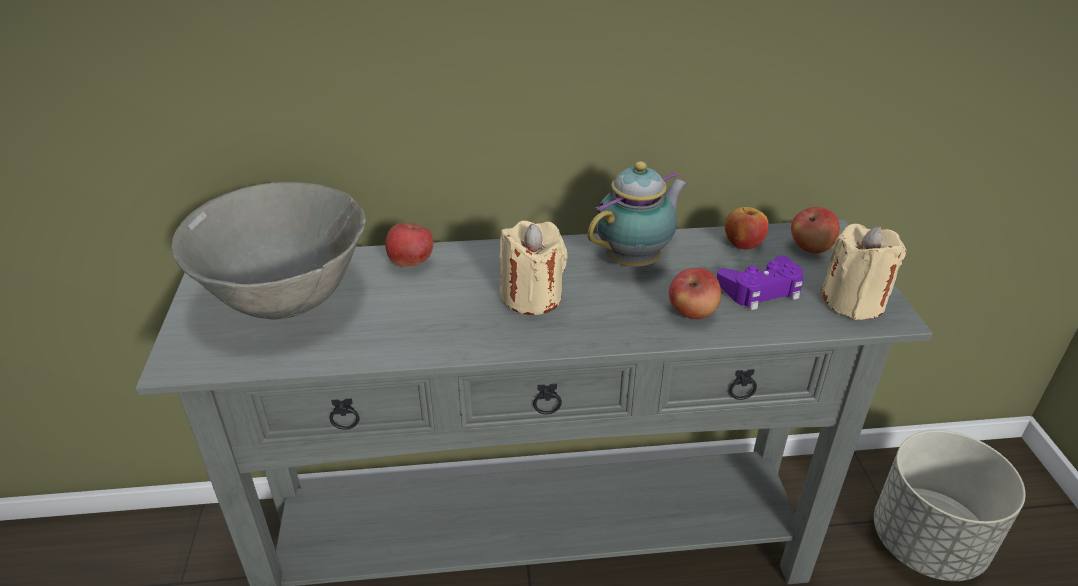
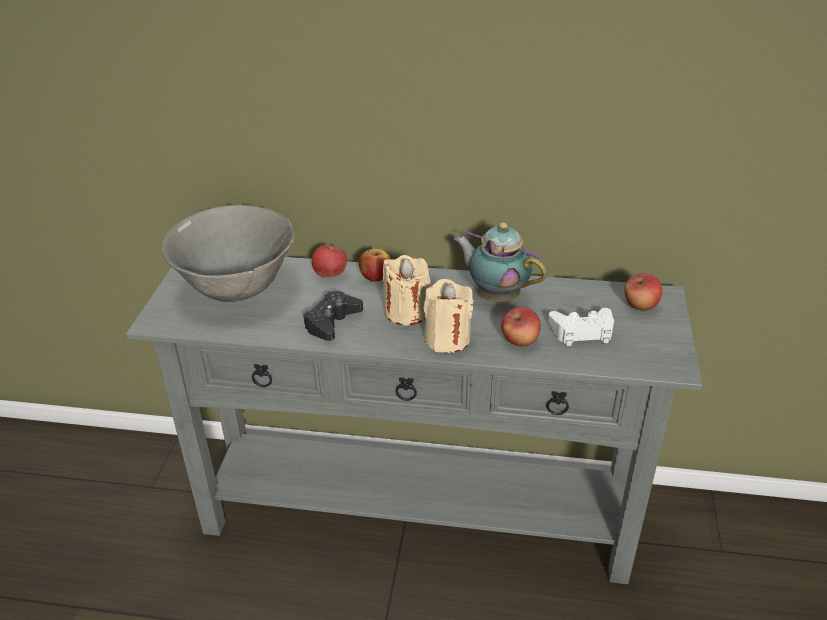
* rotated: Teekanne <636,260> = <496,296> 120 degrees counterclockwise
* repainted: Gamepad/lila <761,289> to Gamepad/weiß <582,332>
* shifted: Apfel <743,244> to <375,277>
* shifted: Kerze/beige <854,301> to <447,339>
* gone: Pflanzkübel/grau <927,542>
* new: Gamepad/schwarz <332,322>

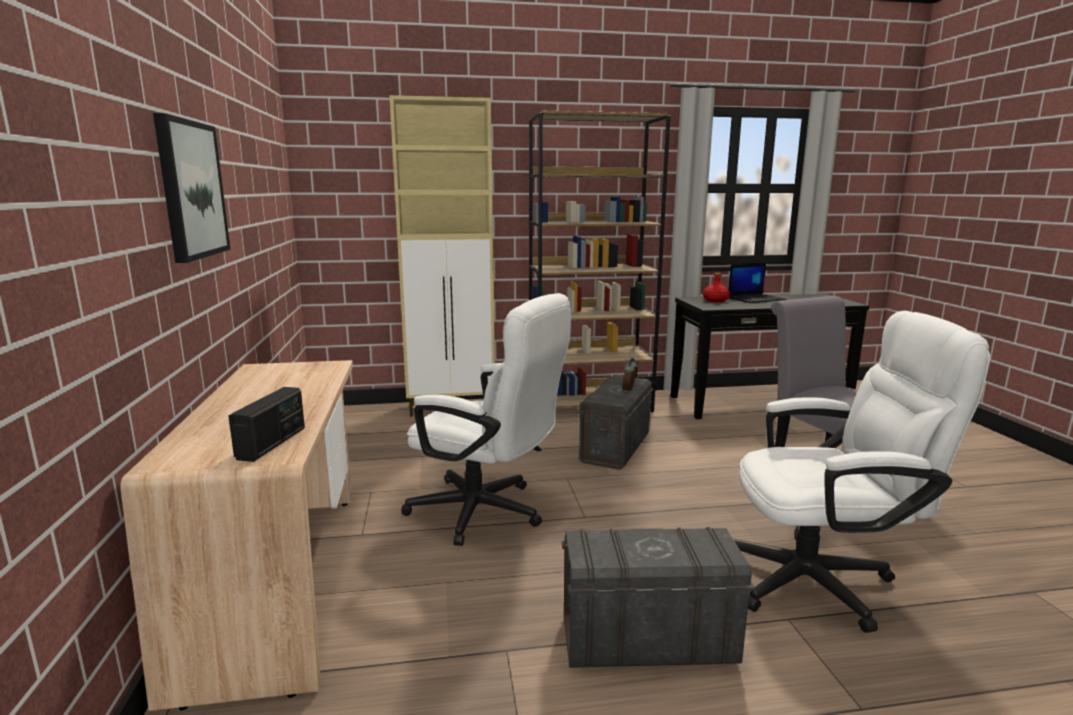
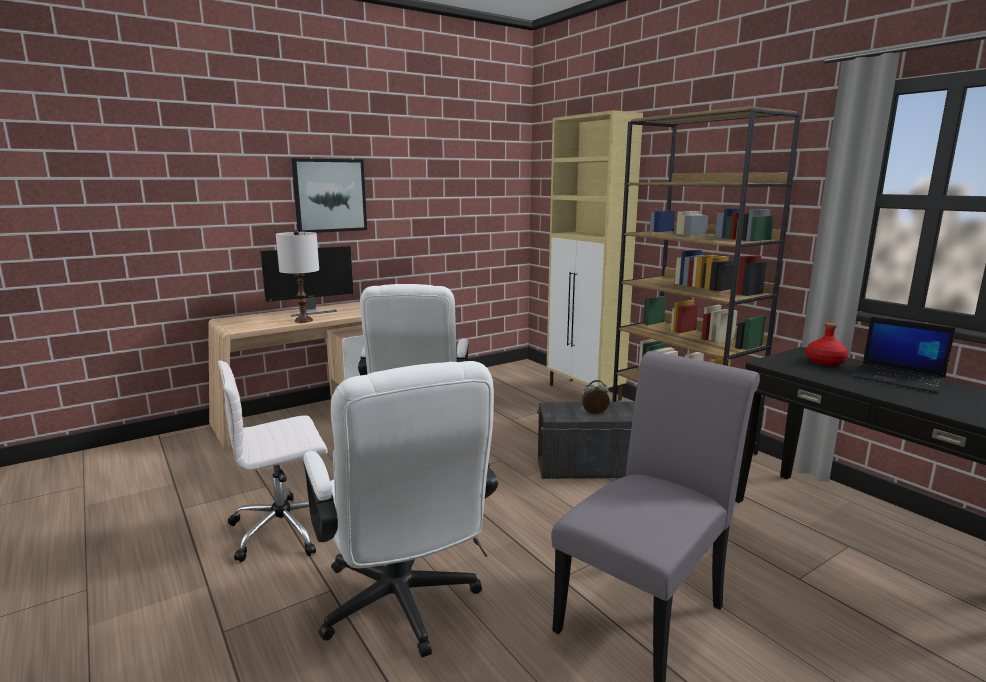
* gone: Radio <272,443>
* swapped: Aufbewahrungsbox/grau <646,641> to Bürostuhl/weiß <285,529>
* new: Monitor <311,312>
* new: Tischlampe/weiß <303,320>

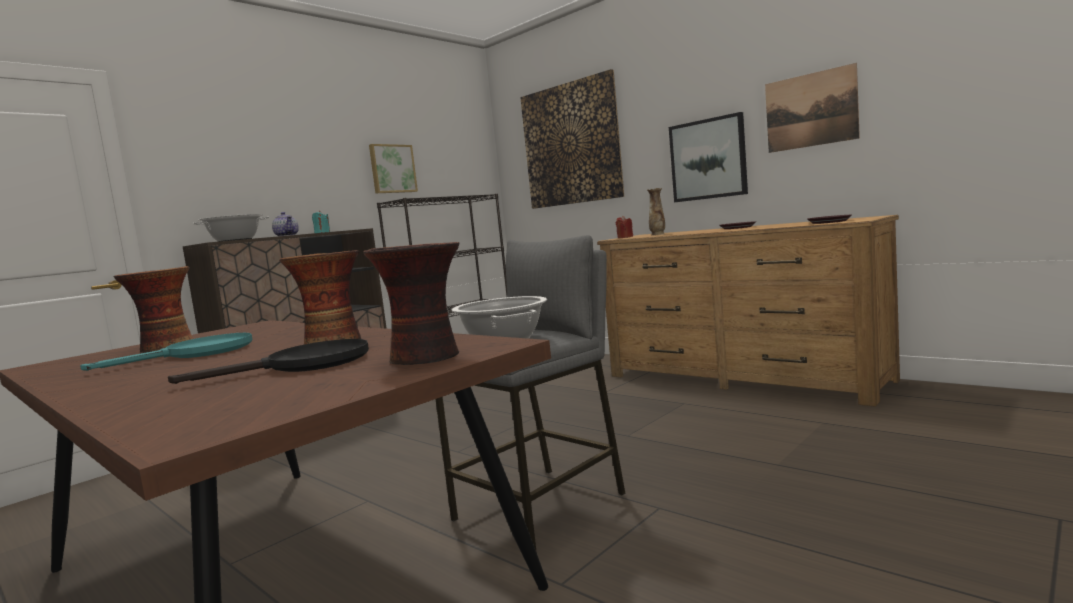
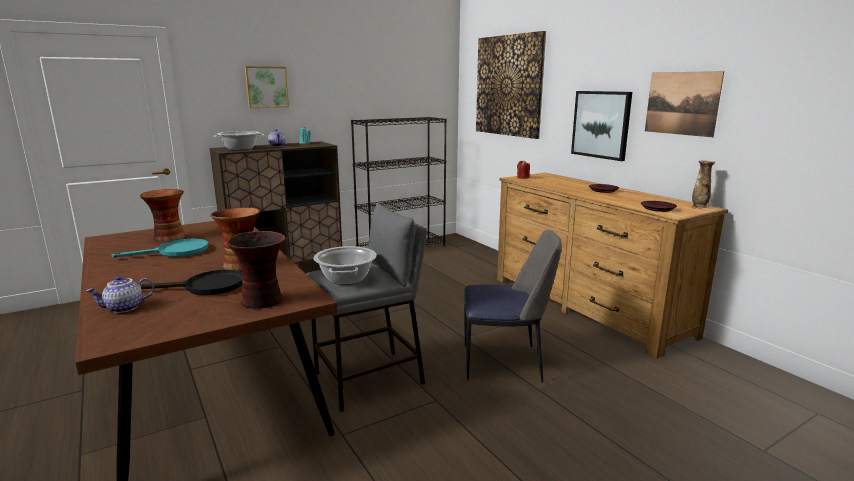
* shifted: Bild <392,169> to <266,87>
* shifted: Vase <657,234> to <699,206>
* new: Teekanne <124,308>
* new: Stuhl <505,363>

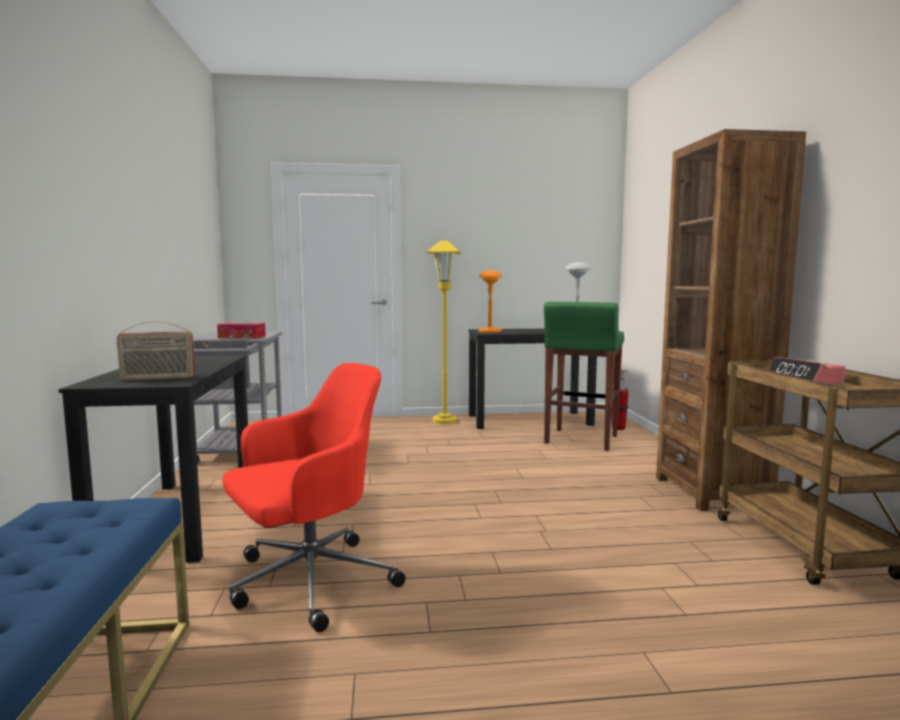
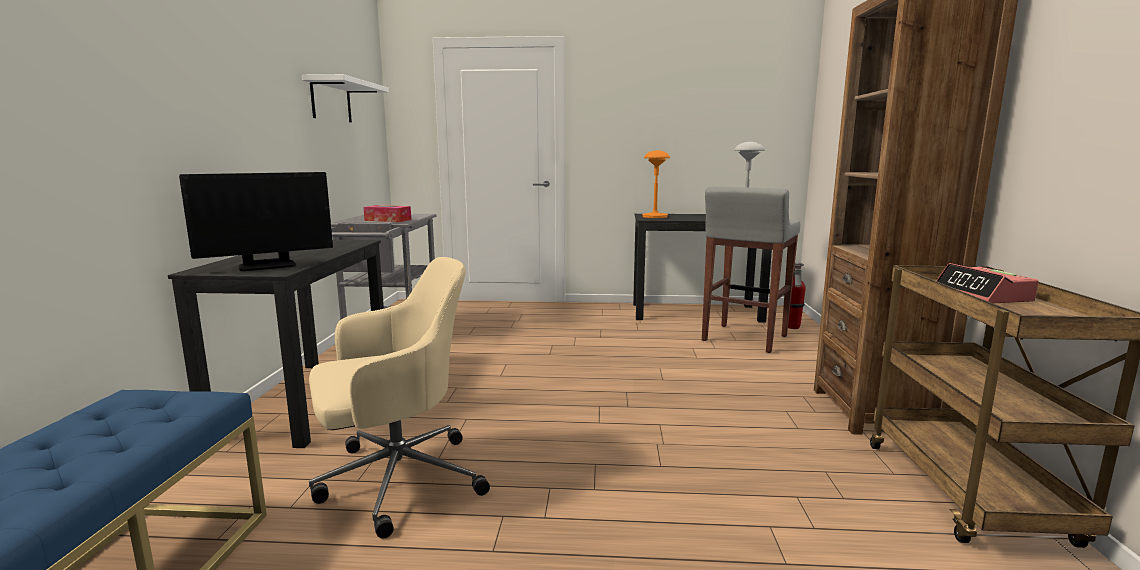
* swapped: Radio <158,378> to Monitor <267,266>
* repainted: Bürostuhl/rot <309,582> to Bürostuhl/beige <396,480>
* gone: Stehlampe/gelb <444,421>
* repainted: Hocker/grün <580,440> to Hocker/grau <743,339>
* new: Wandregal/weiß <331,101>

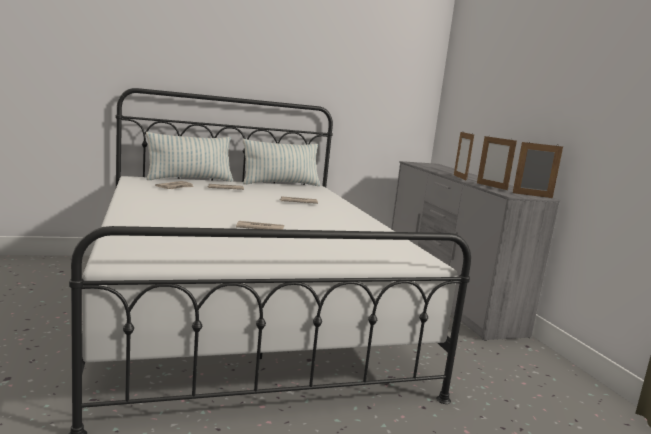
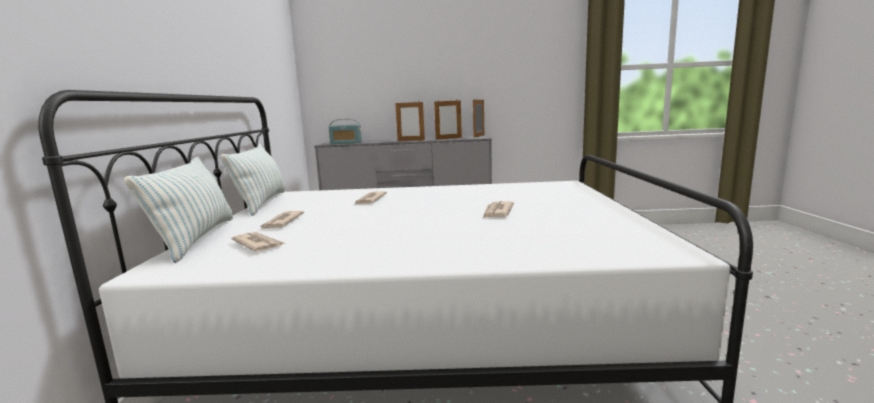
* new: Radio <346,143>

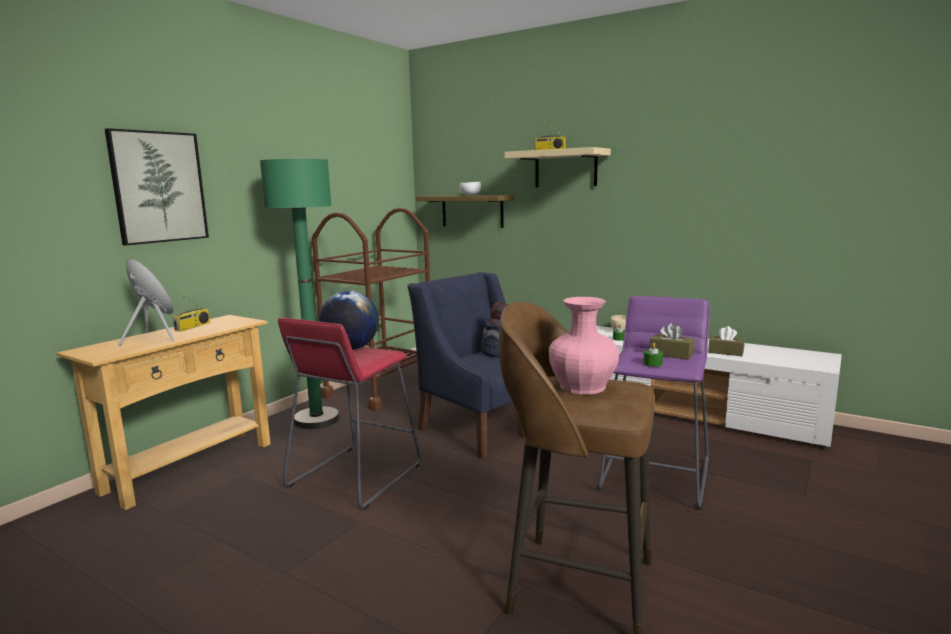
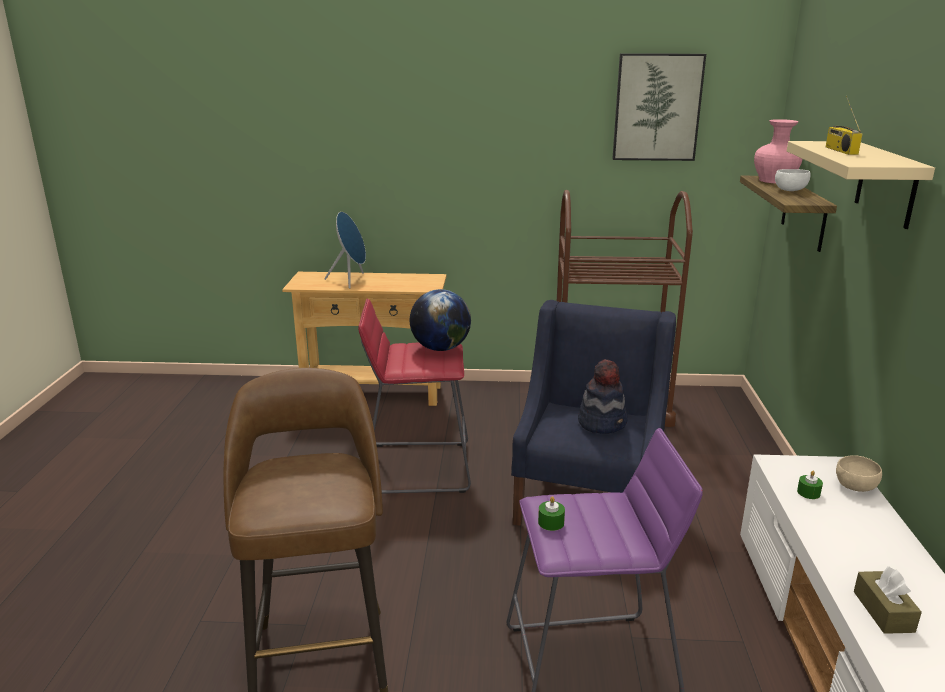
* shifted: Bild <158,187> to <657,107>
* gone: Radio <192,327>
* gone: Stehlampe/grün <316,419>
* shifted: Vase/rosa <581,386> to <774,180>
* gone: Taschentuchbox/braun <671,354>

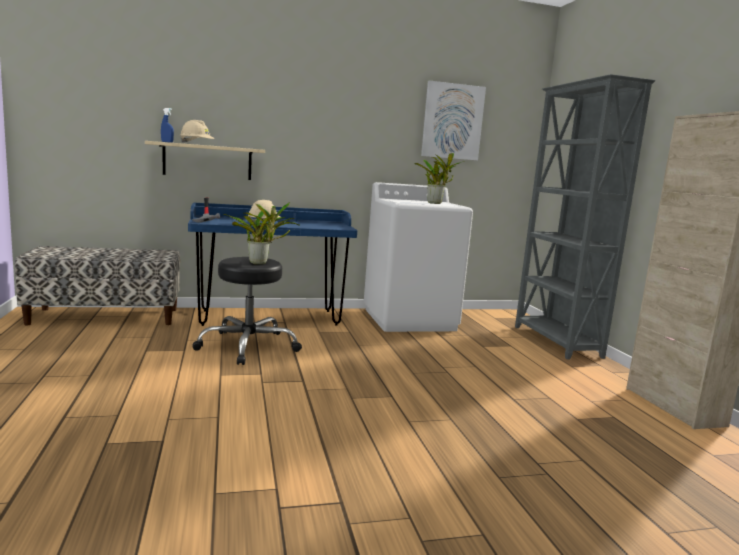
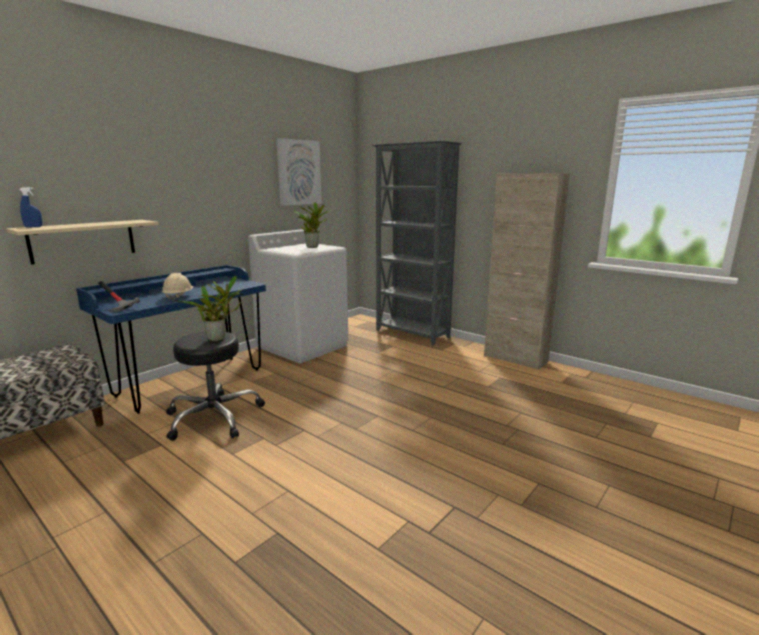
* gone: Schutzhelm/beige <196,144>

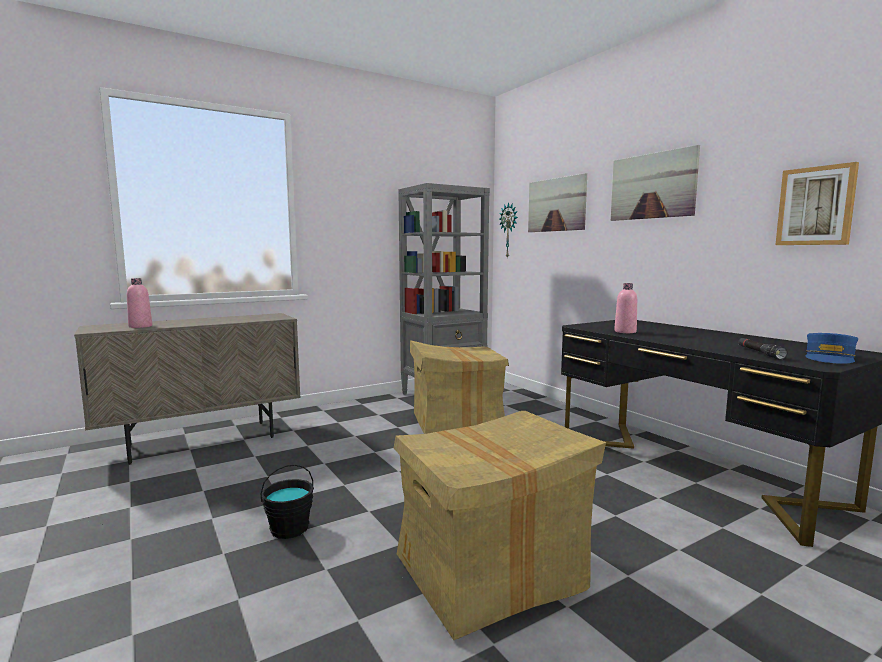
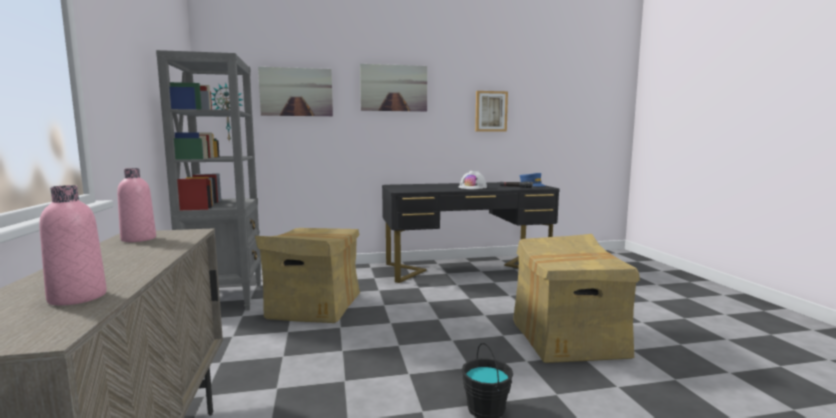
* shifted: Flasche/rosa <625,331> to <138,239>
* new: Schutzhelm/weiß <472,187>

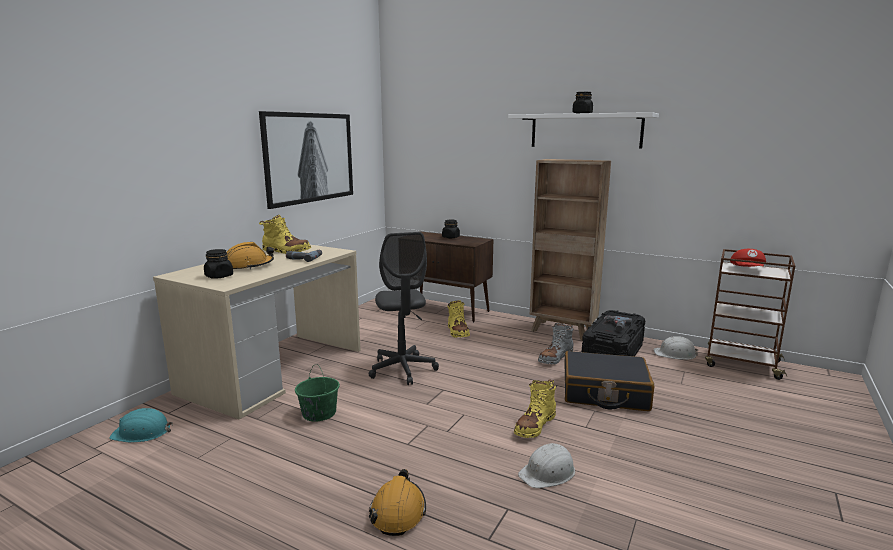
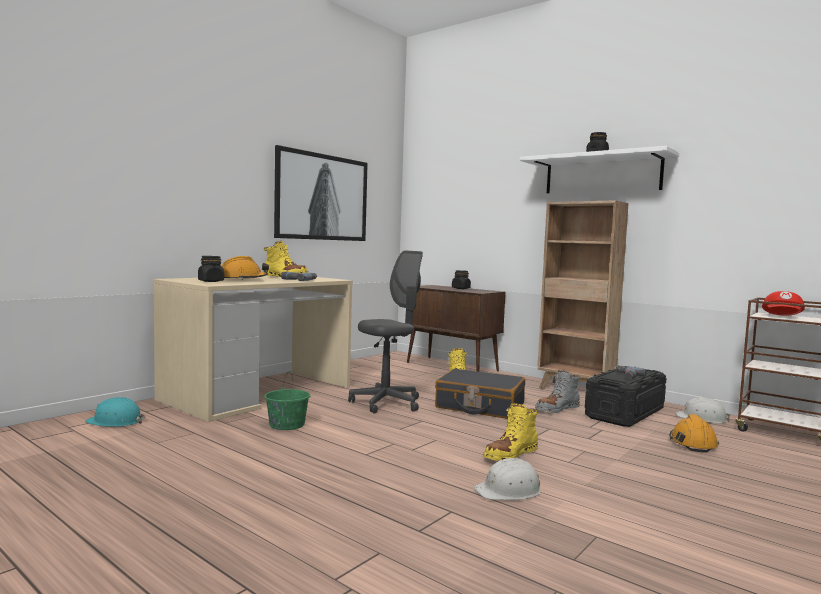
* rotated: Bürostuhl/grau <402,369> = <386,403> 120 degrees counterclockwise
* shifted: Schutzhelm/orange <398,512> to <692,443>
* shifted: Koffer/schwarz <604,393> to <480,406>

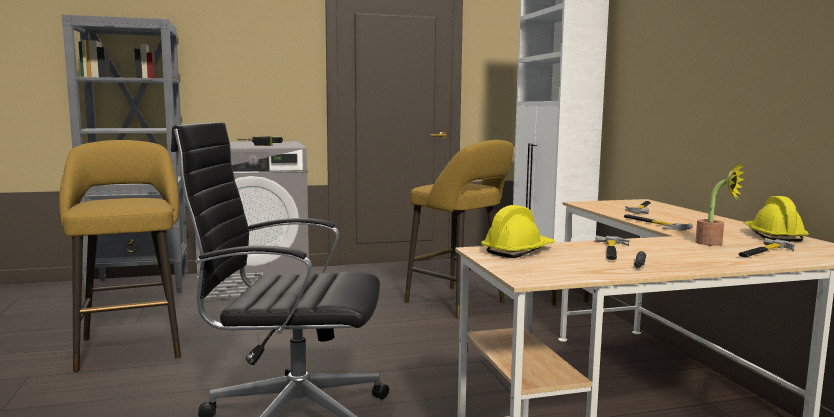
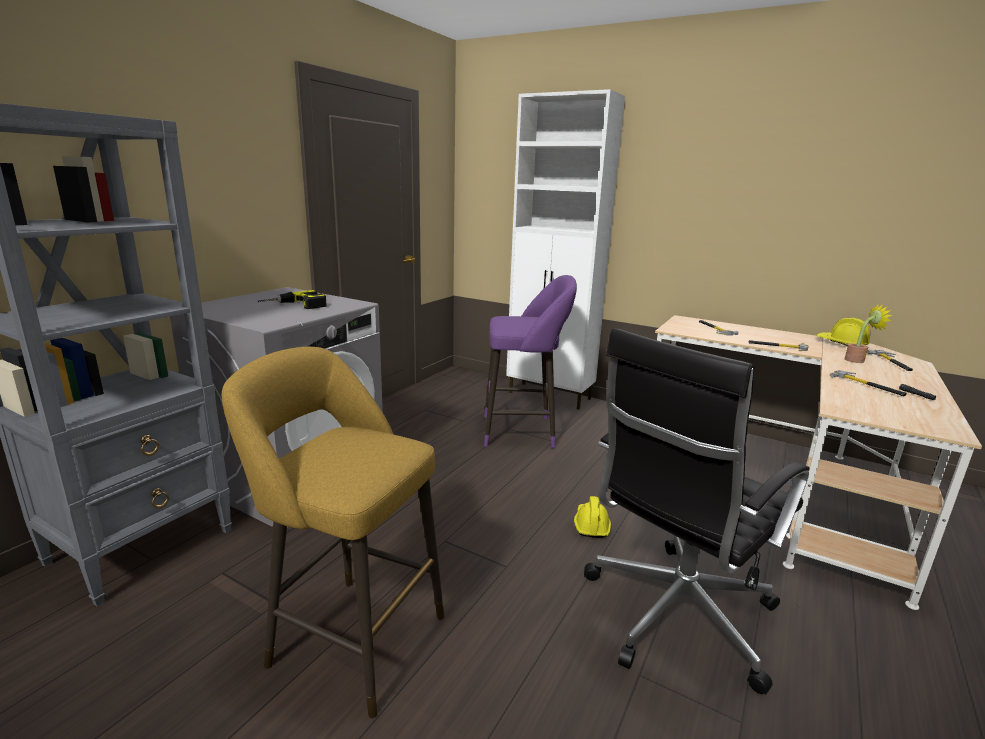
* repainted: Hocker/gelb <459,303> to Hocker/lila <523,431>
* shifted: Schutzhelm/gelb <518,251> to <591,525>

